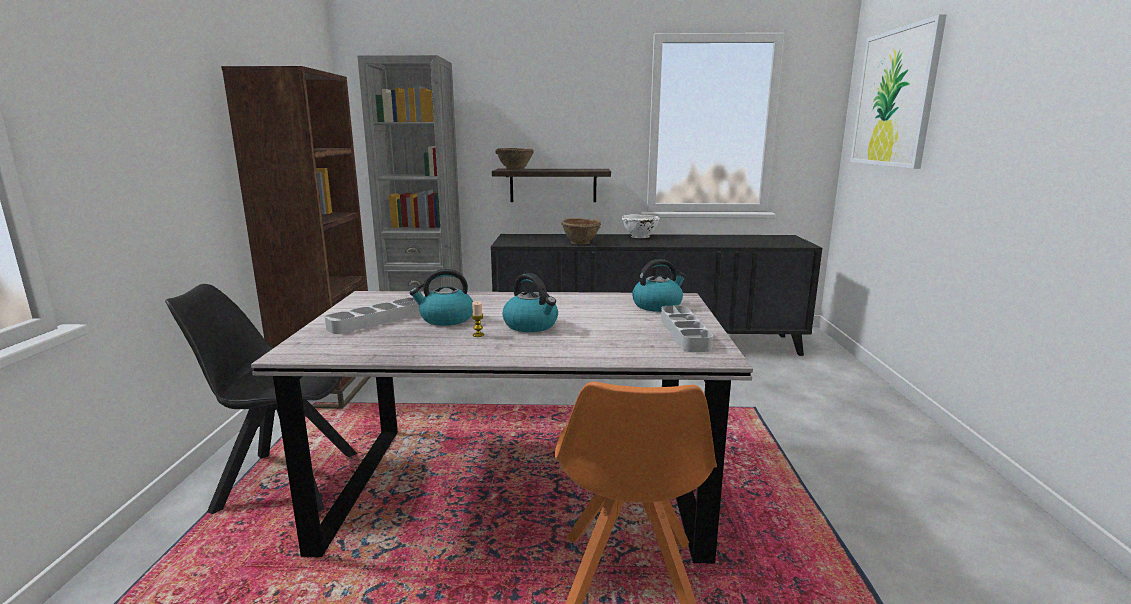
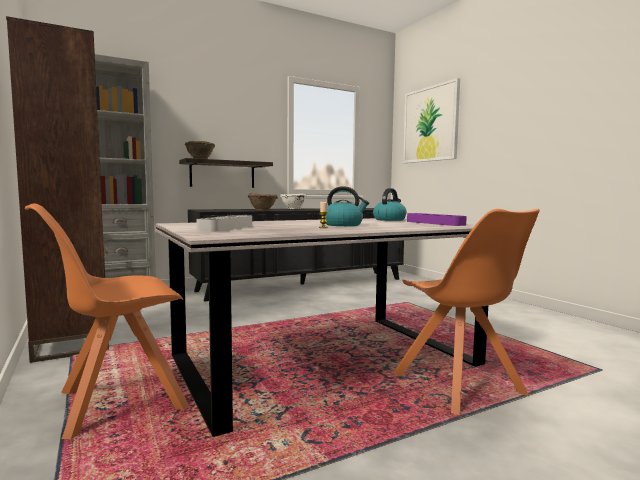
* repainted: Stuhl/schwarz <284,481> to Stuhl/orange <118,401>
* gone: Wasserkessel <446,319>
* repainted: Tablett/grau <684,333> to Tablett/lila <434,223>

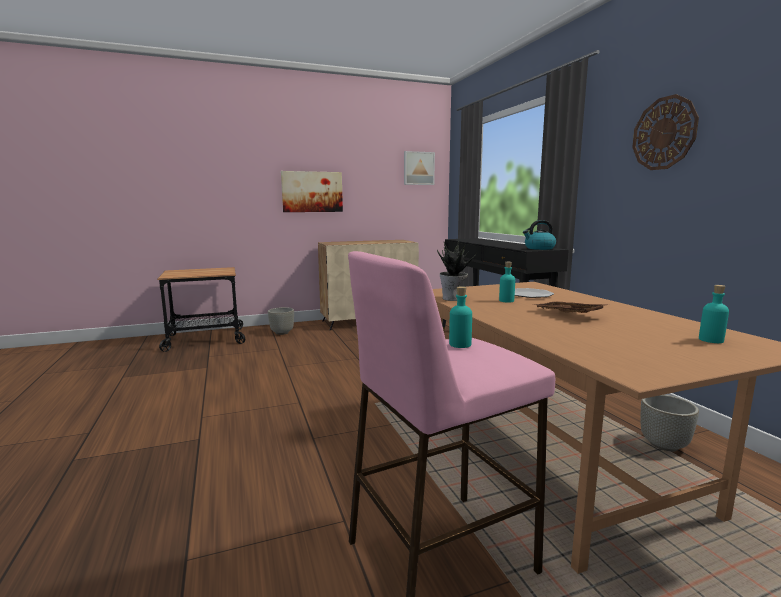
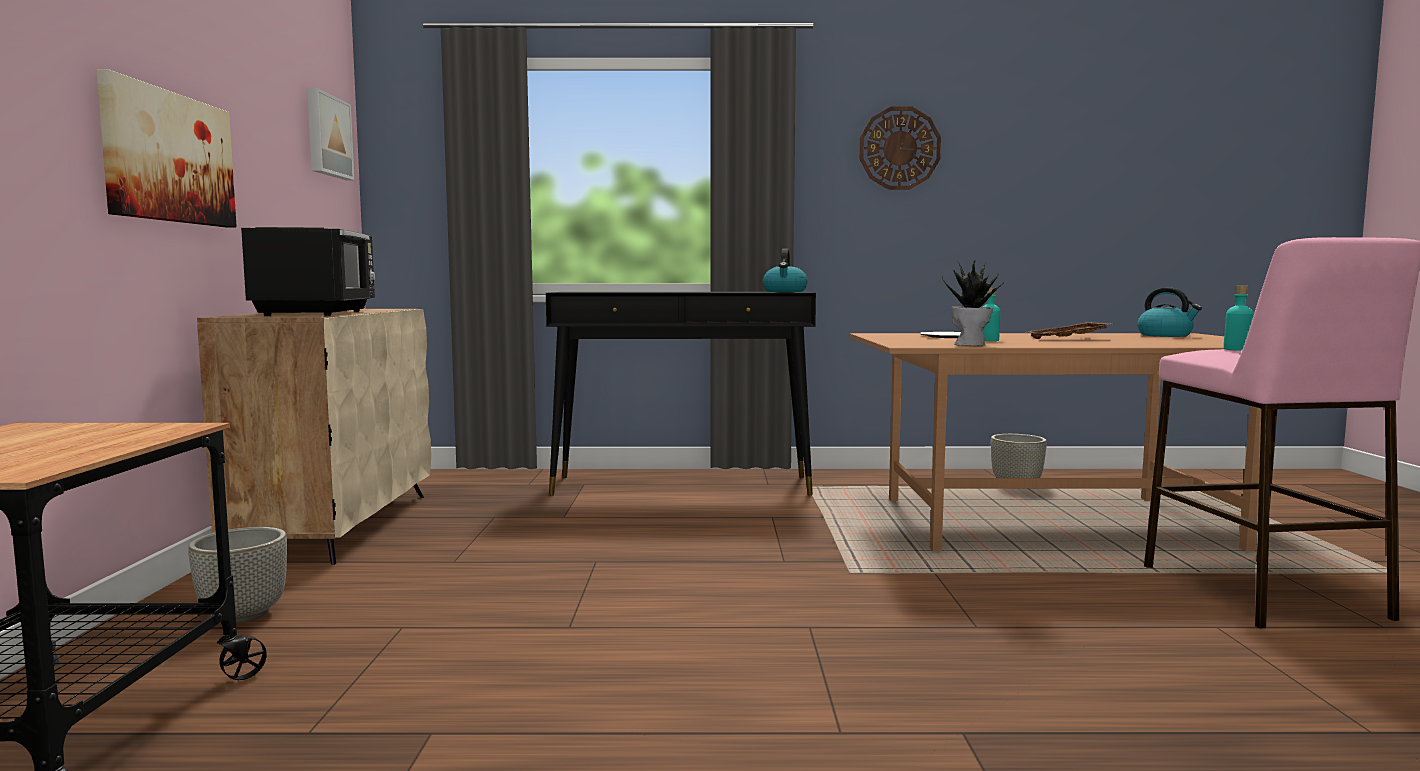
* swapped: Flasche/türkis <711,340> to Wasserkessel <1166,335>
* new: Mikrowelle/schwarz <318,313>

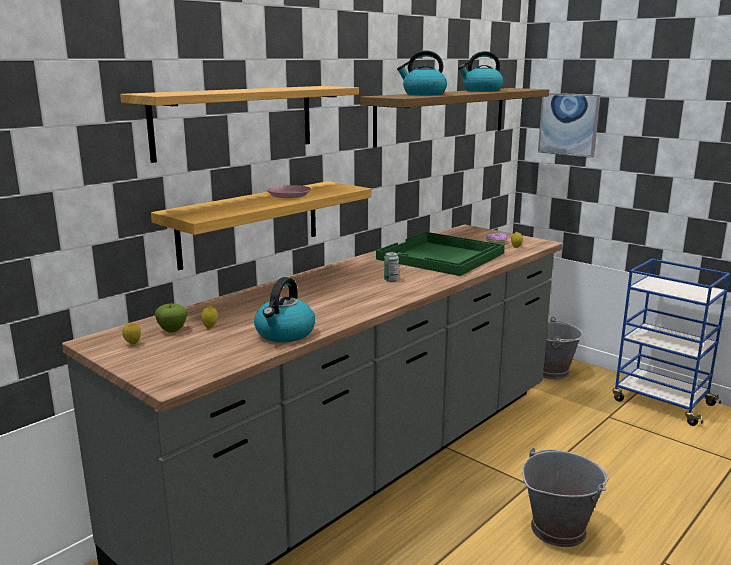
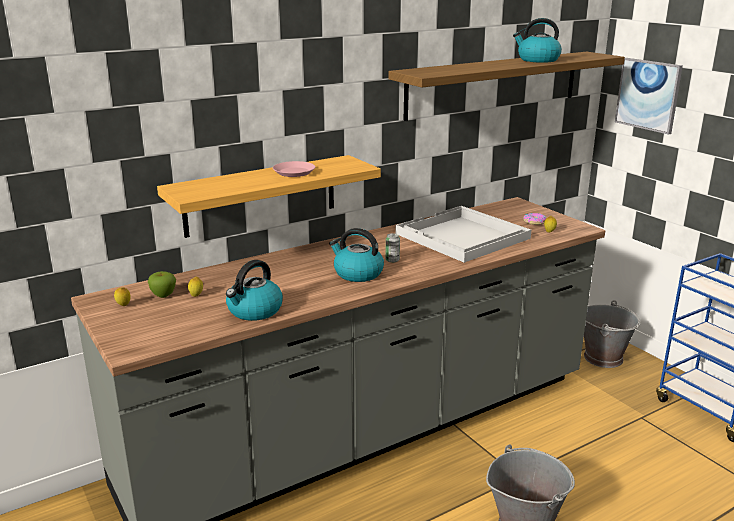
* gone: Wandregal <235,121>
* repainted: Tablett/grün <441,256> to Tablett/weiß <462,236>
* shifted: Wasserkessel <423,94> to <357,273>

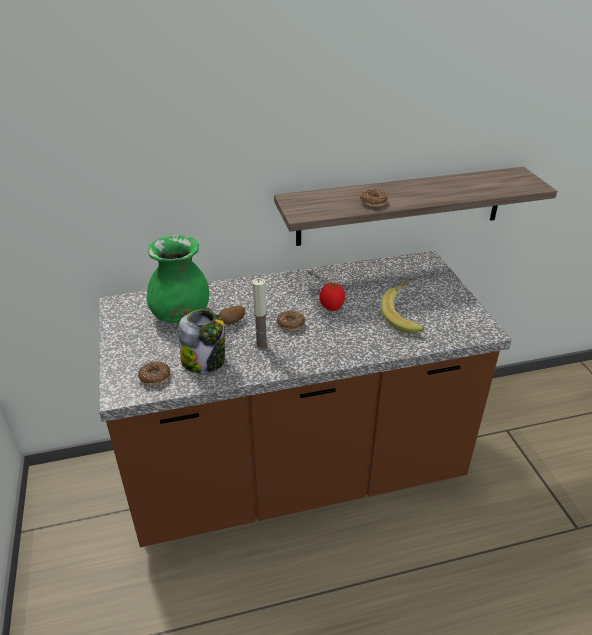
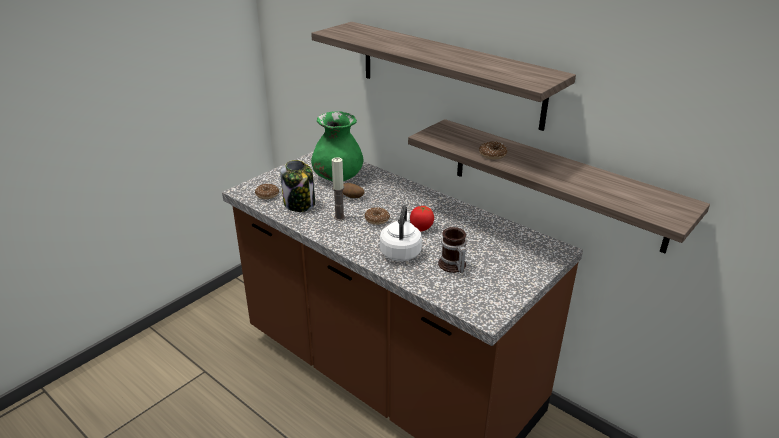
* swapped: Banane <405,317> to Henkelbecher <452,266>
* new: Wandregal <448,73>
* new: Wasserkessel/weiß <401,252>

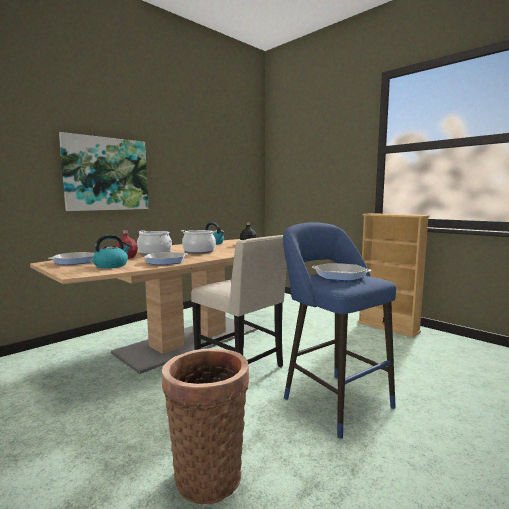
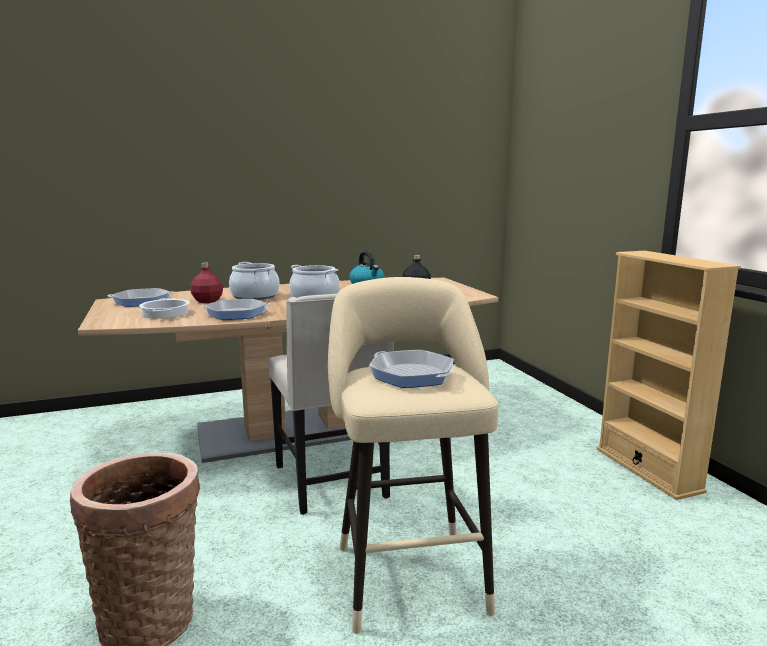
* gone: Bild <106,174>
* swapped: Wasserkessel <111,265> to Kochtopf <165,313>
* repainted: Hocker/blau <333,400> to Hocker/beige <408,571>

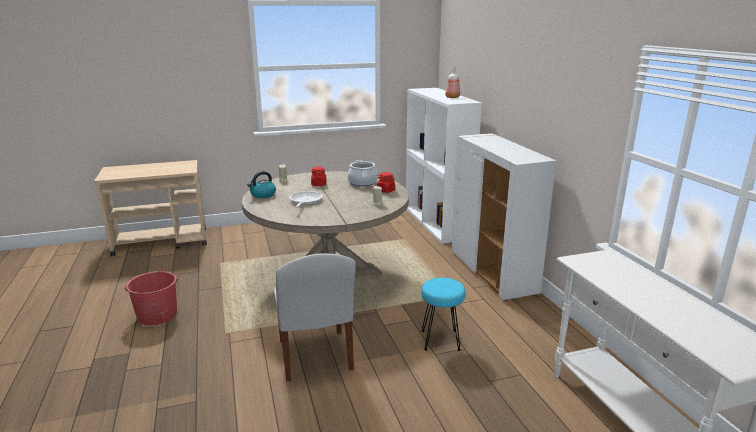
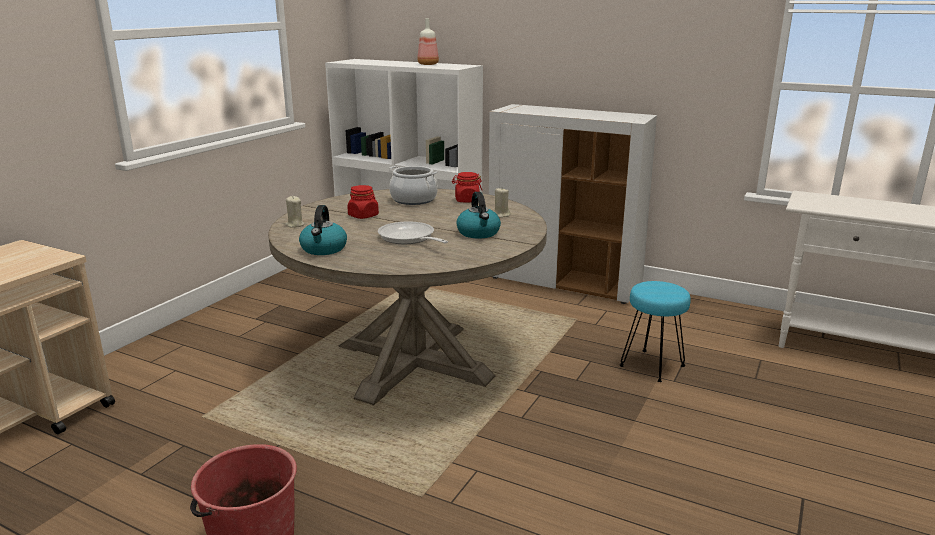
* gone: Stuhl/weiß <315,357>
* new: Wasserkessel <479,233>

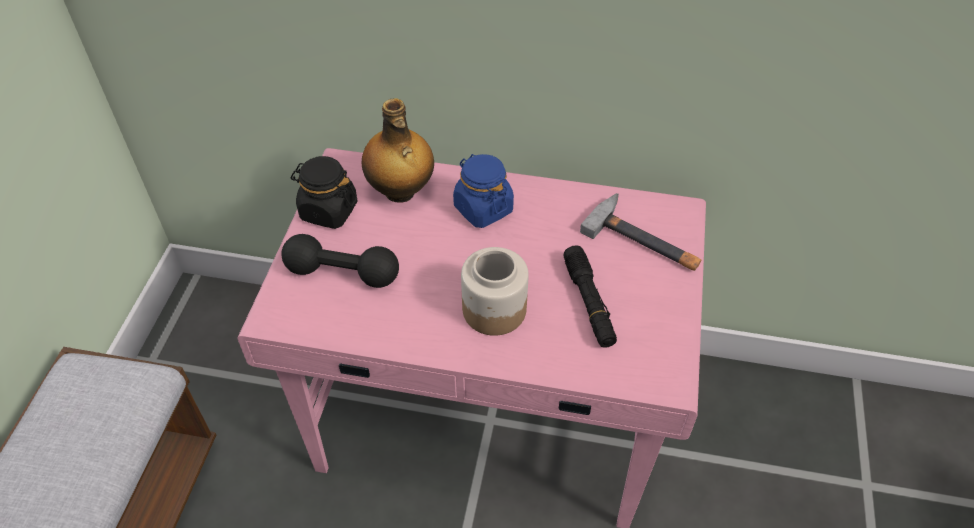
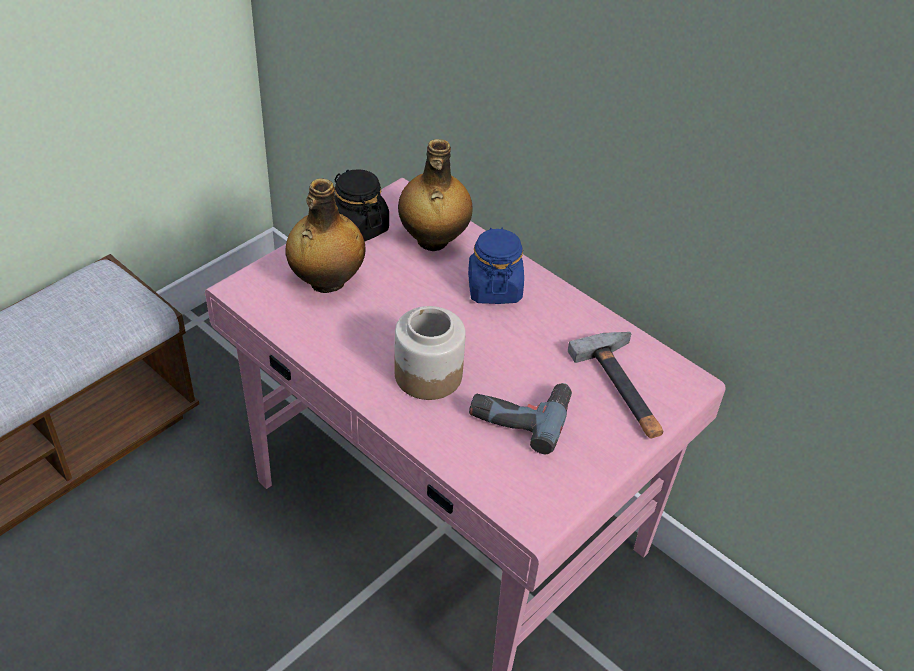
* swapped: Hantel/schwarz <342,273> to Flasche <326,282>
* swapped: Taschenlampe/schwarz <589,302> to Bohrmaschine <520,413>

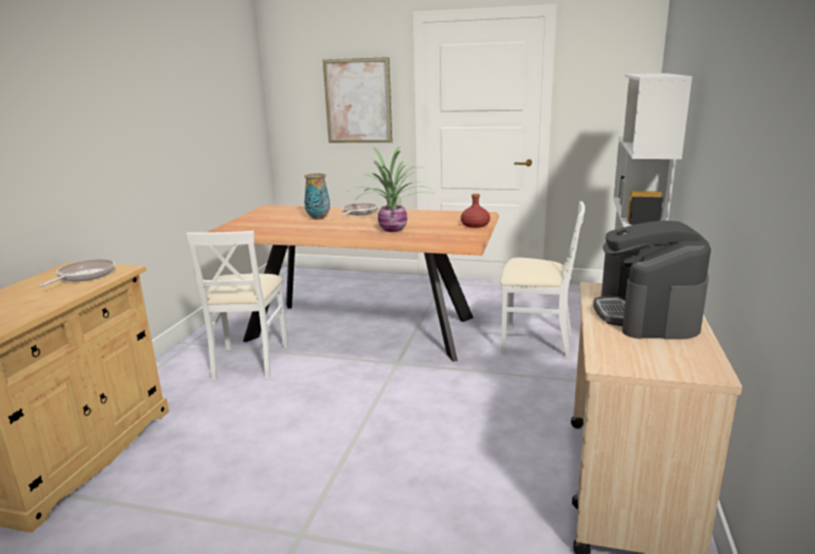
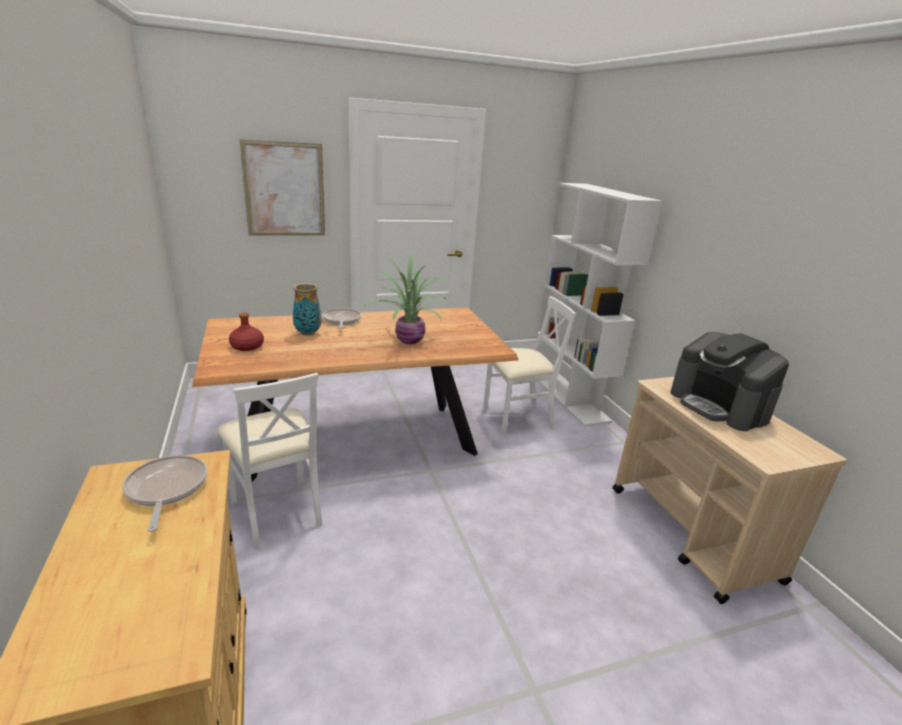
* shifted: Flasche/rot <475,225> to <247,347>

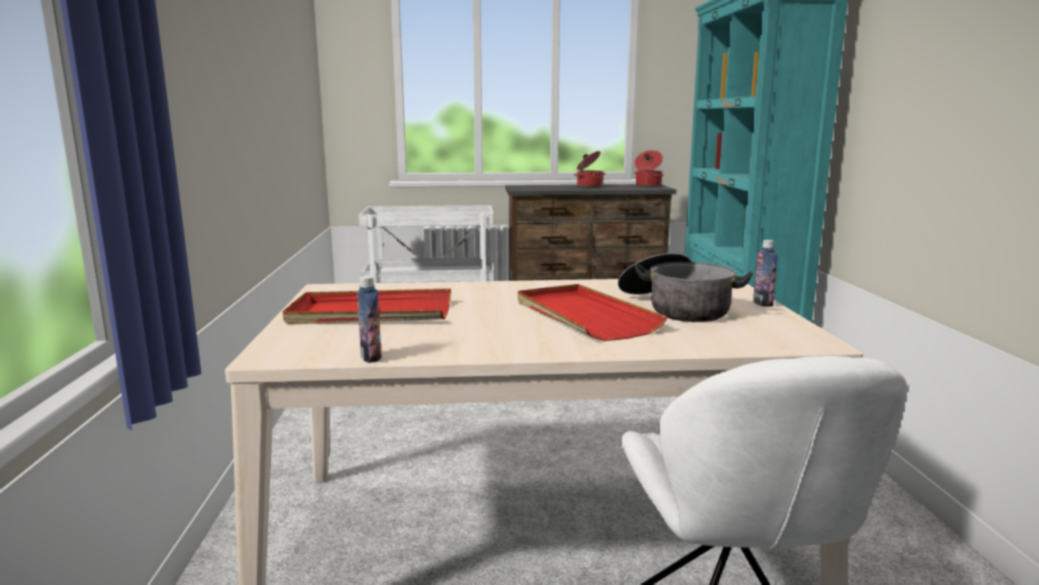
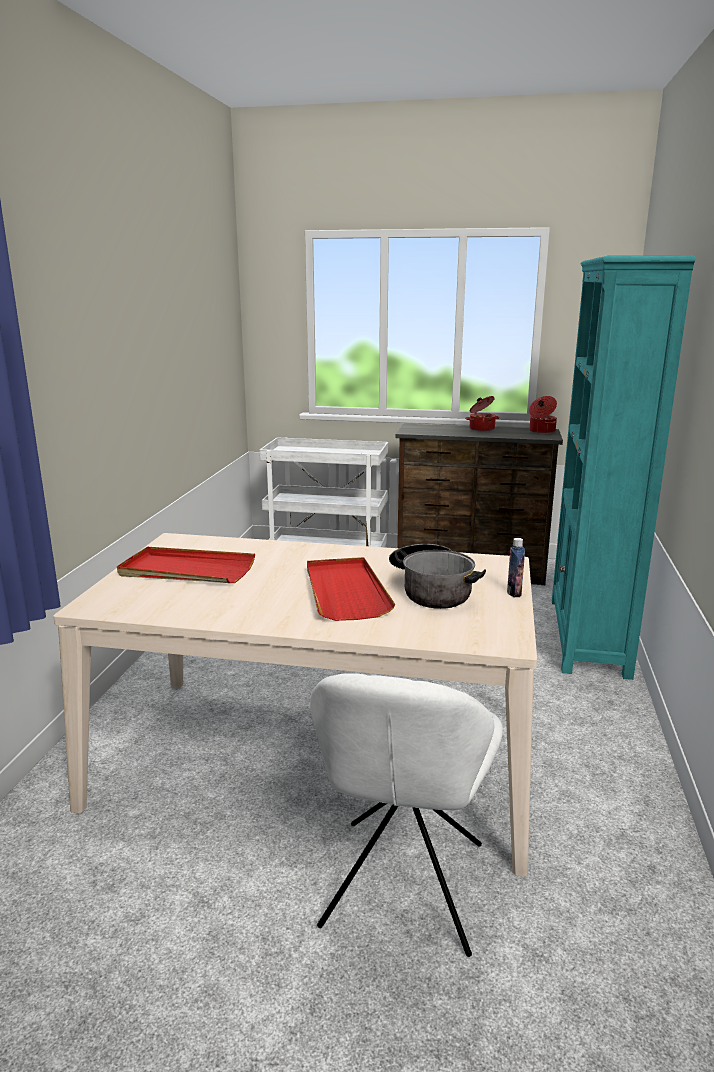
* gone: Flasche <371,357>

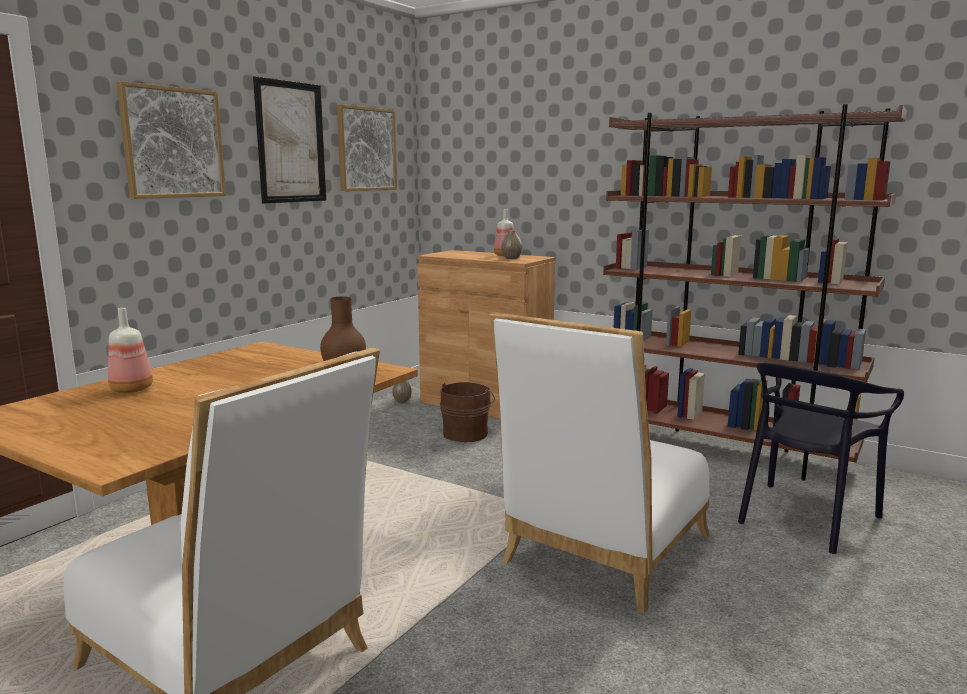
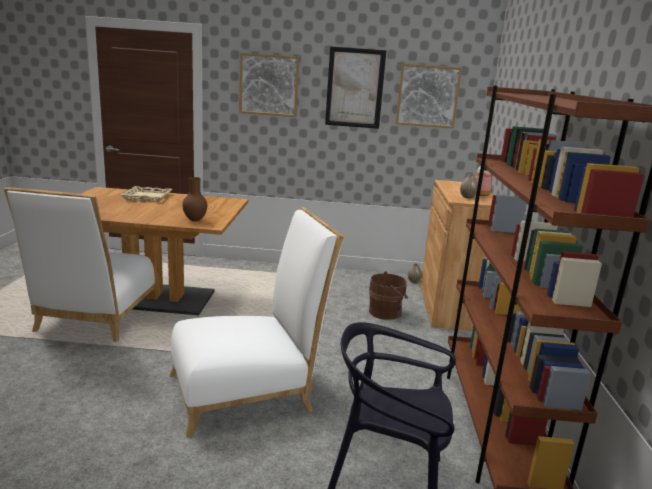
* swapped: Flasche <132,389> to Tablett/beige <147,197>
* rotated: Stuhl/weiß <601,553> = <249,390> 150 degrees clockwise

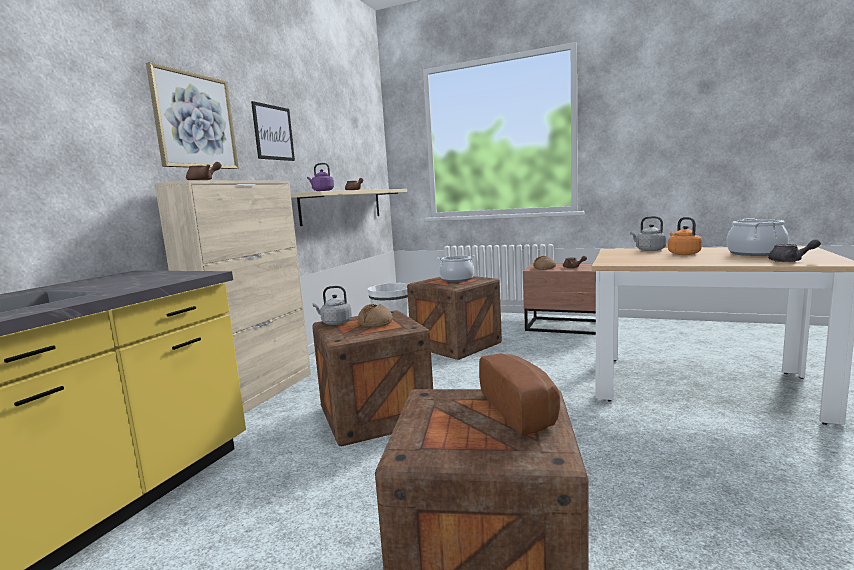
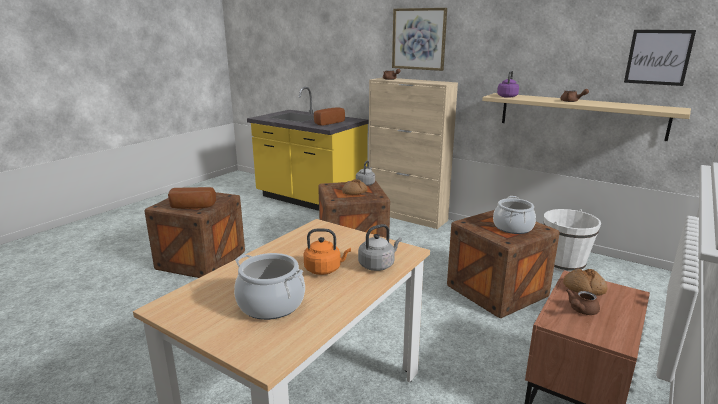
* shifted: Bild <273,132> to <658,57>
* gone: Teekanne/grau <790,261>
* new: Brot <327,123>

